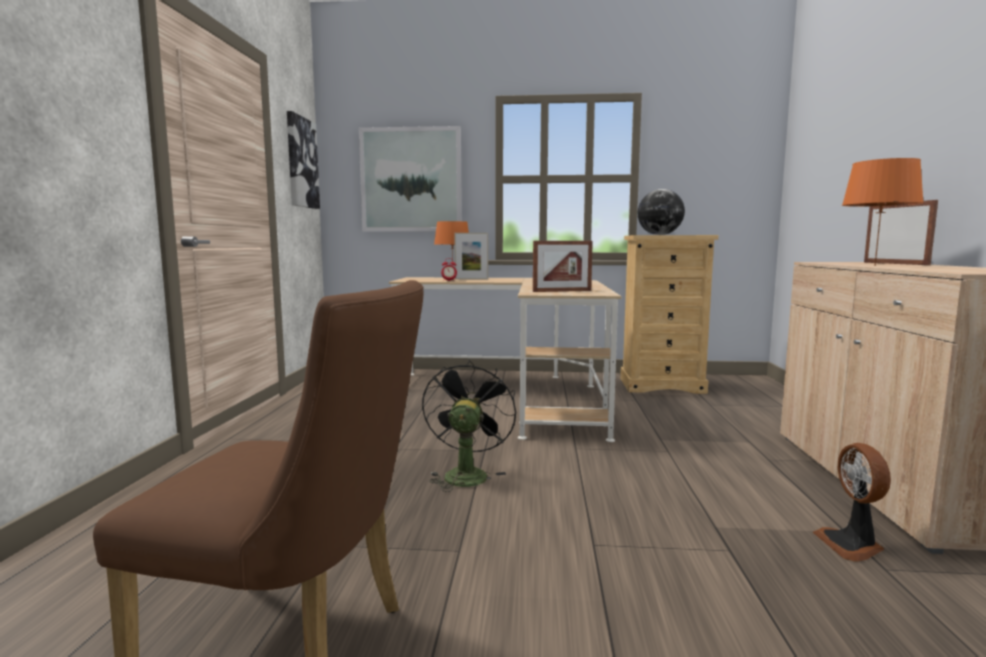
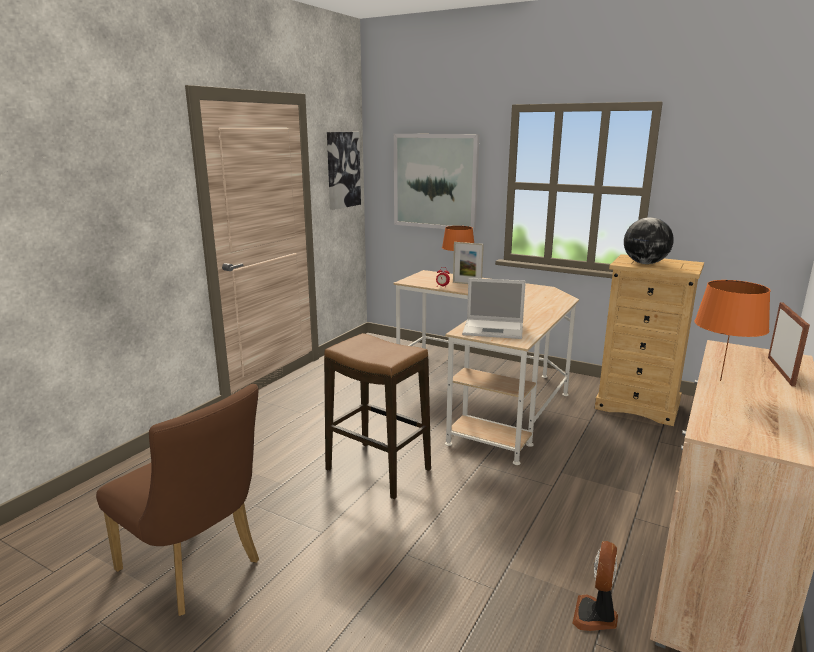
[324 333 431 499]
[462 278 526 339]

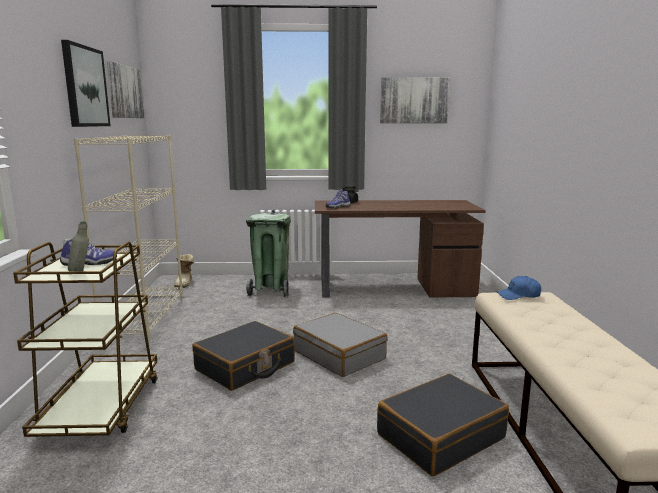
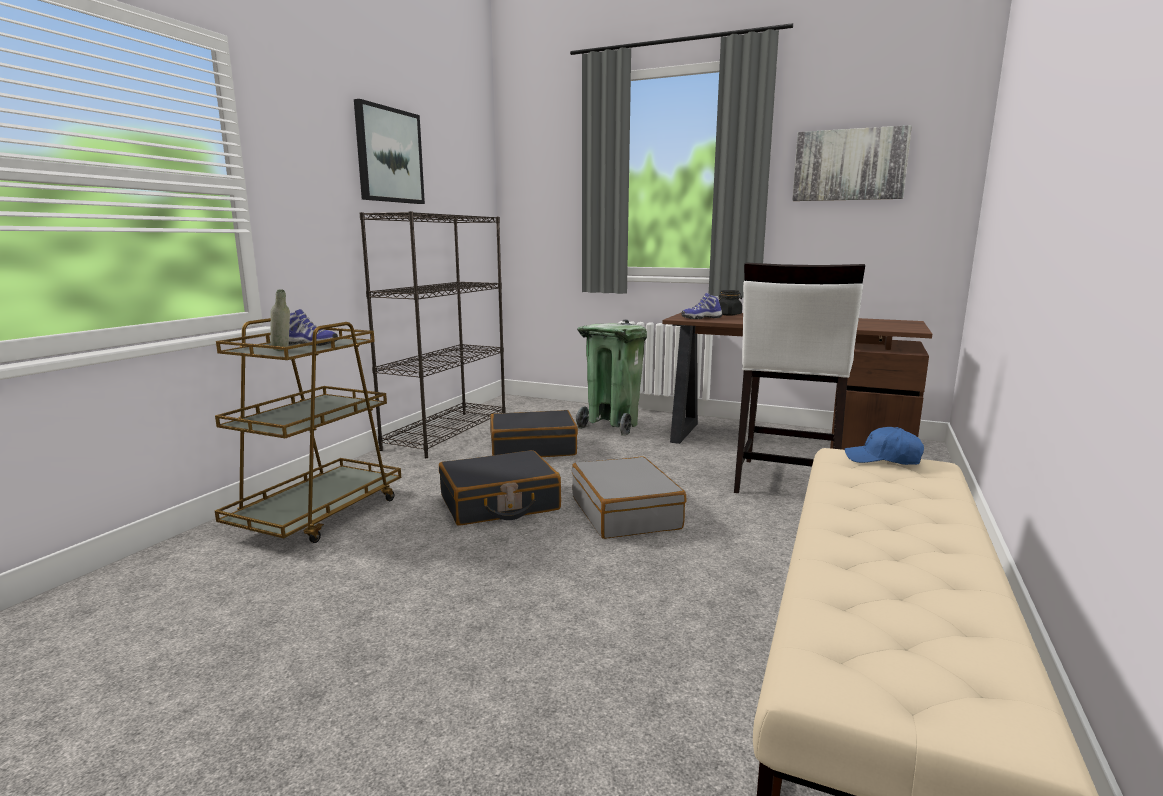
[360 211 506 458]
[490 410 578 457]
[734 262 865 493]
[107 61 145 118] (first image)
[174 254 194 289] (first image)

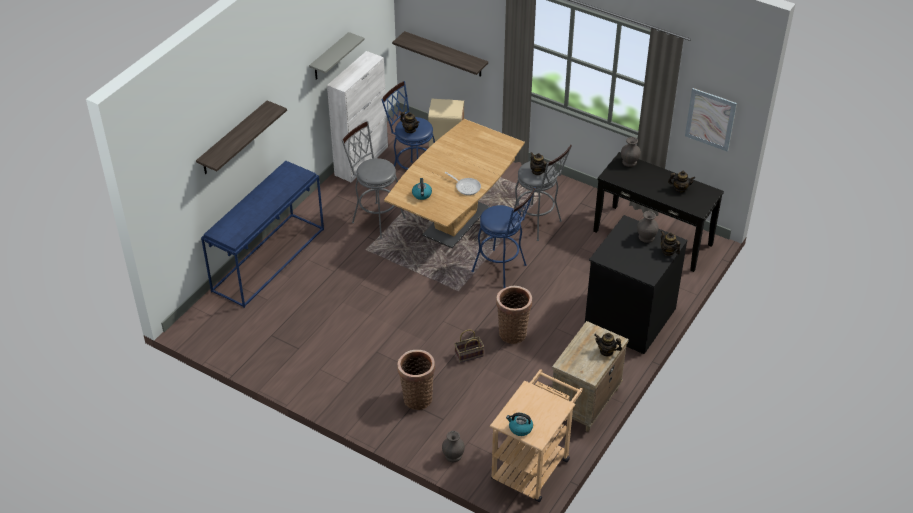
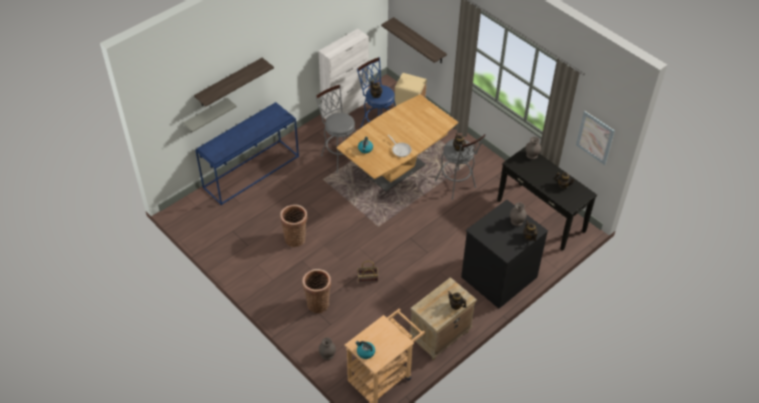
[183 98 237 133]
[280 205 307 247]
[471 187 536 288] (first image)

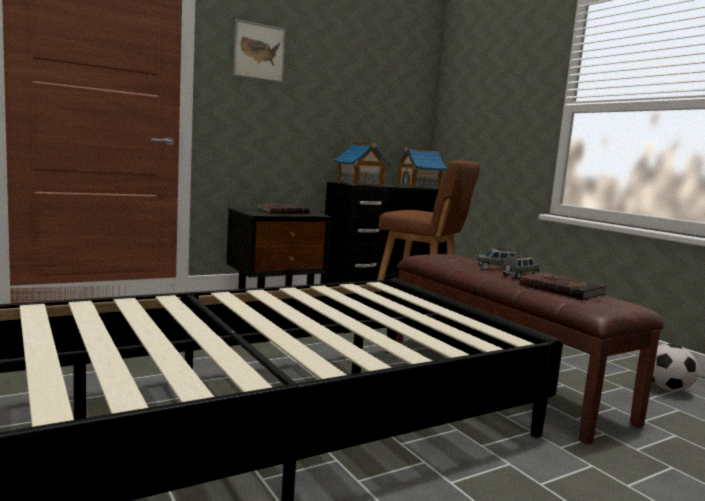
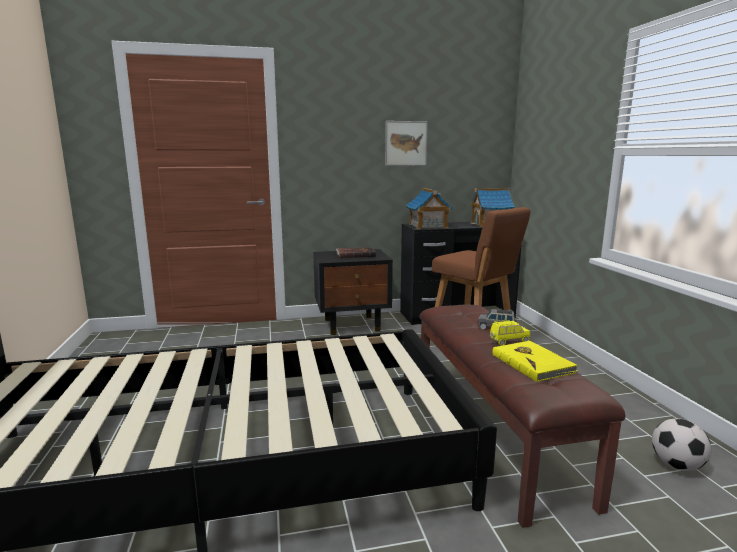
[385 121 428 166]
[490 320 530 346]
[493 341 578 382]

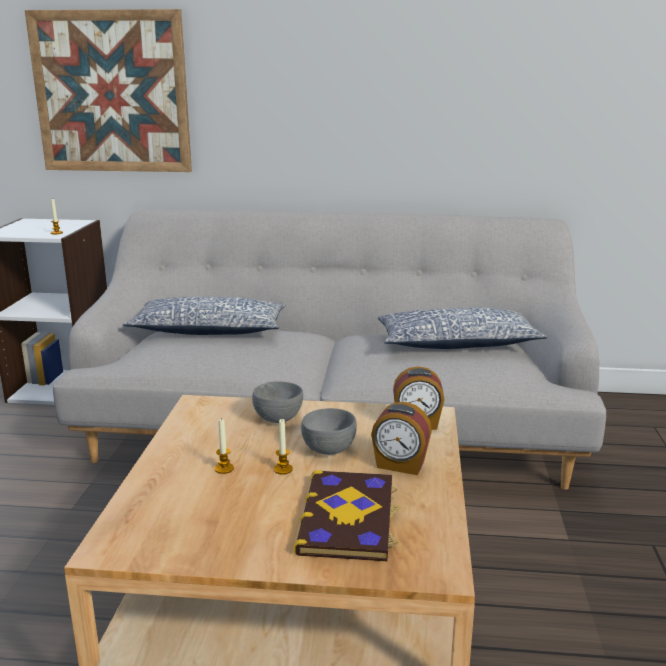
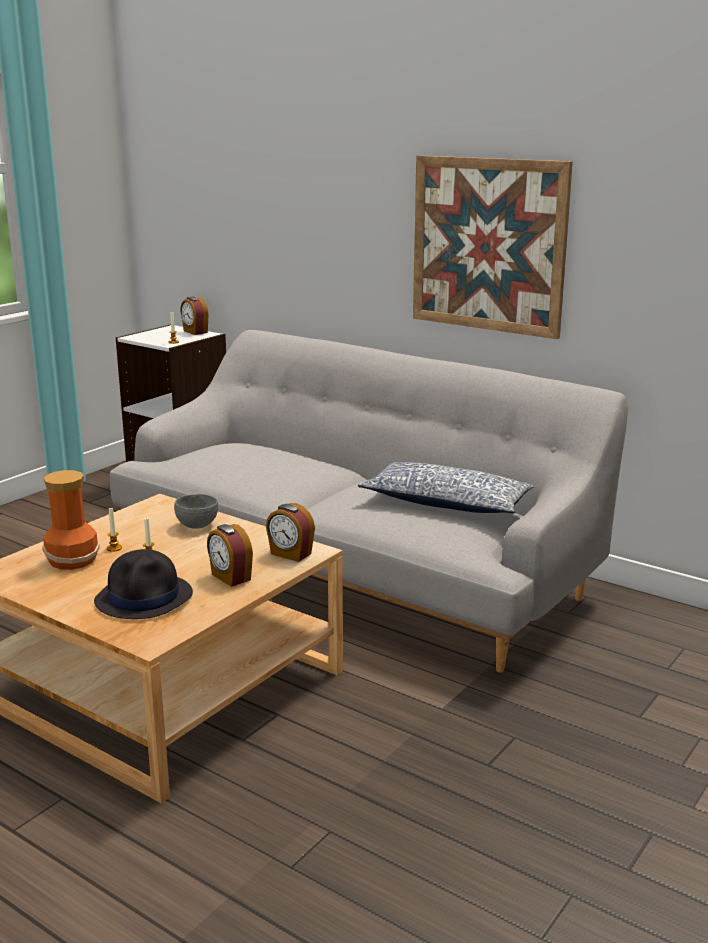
[42 470 100 570]
[94 549 193 619]
[180 297 209 335]
[413 155 573 339]
[123 297 285 335] (first image)
[301 408 357 455] (first image)

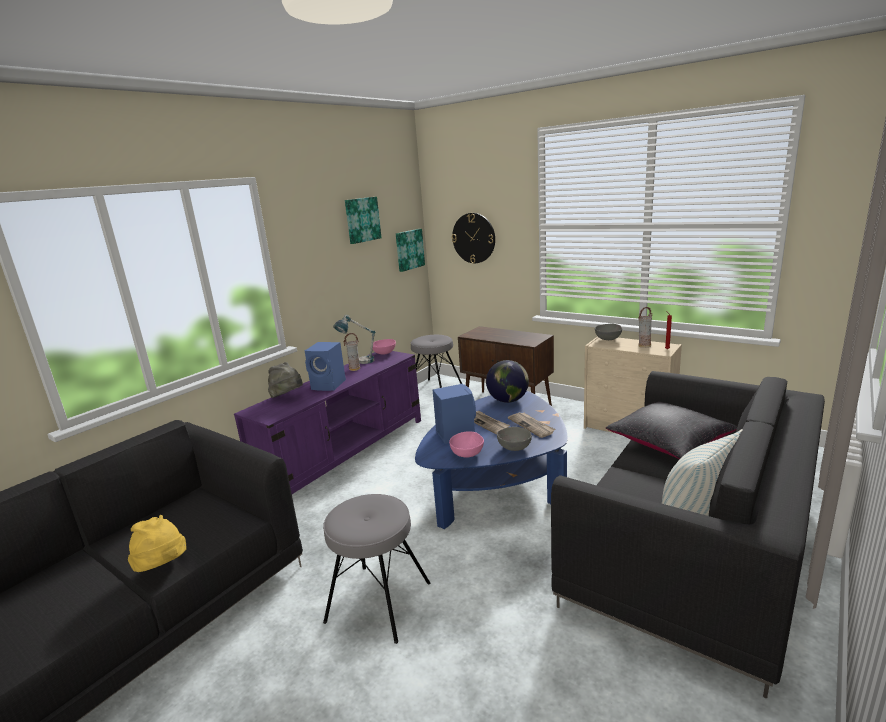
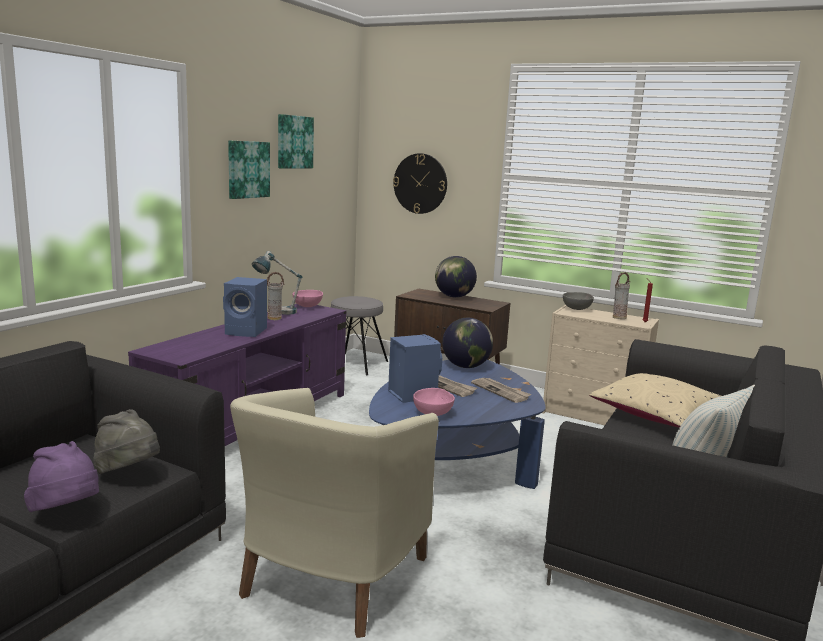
[24 441 99 512]
[93 409 160 474]
[228 141 270 199]
[230 388 439 638]
[435 256 477 298]
[589 373 721 428]
[497 427 532 451] (first image)

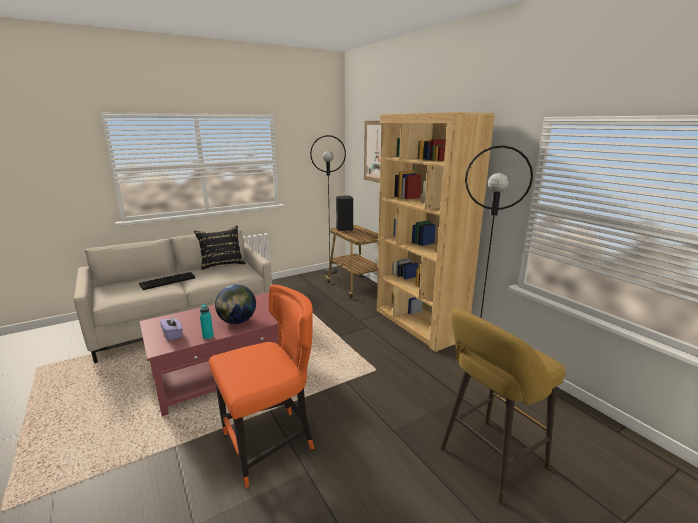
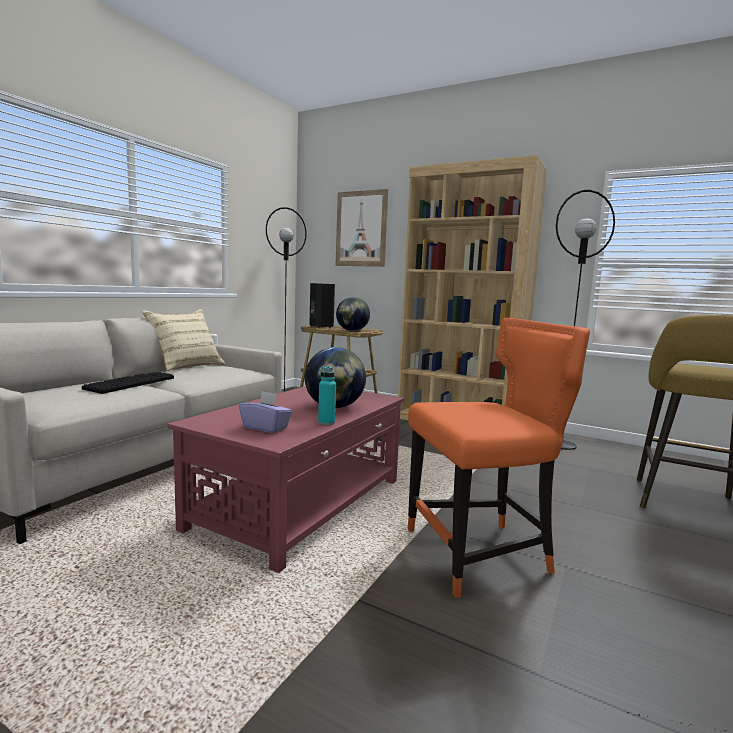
[142 309 226 371]
[336 297 370 331]
[408 318 590 598]

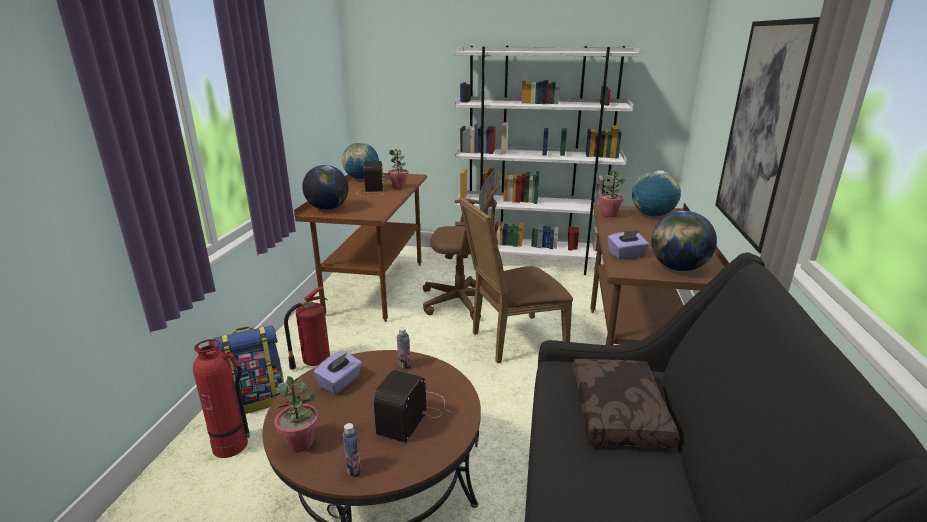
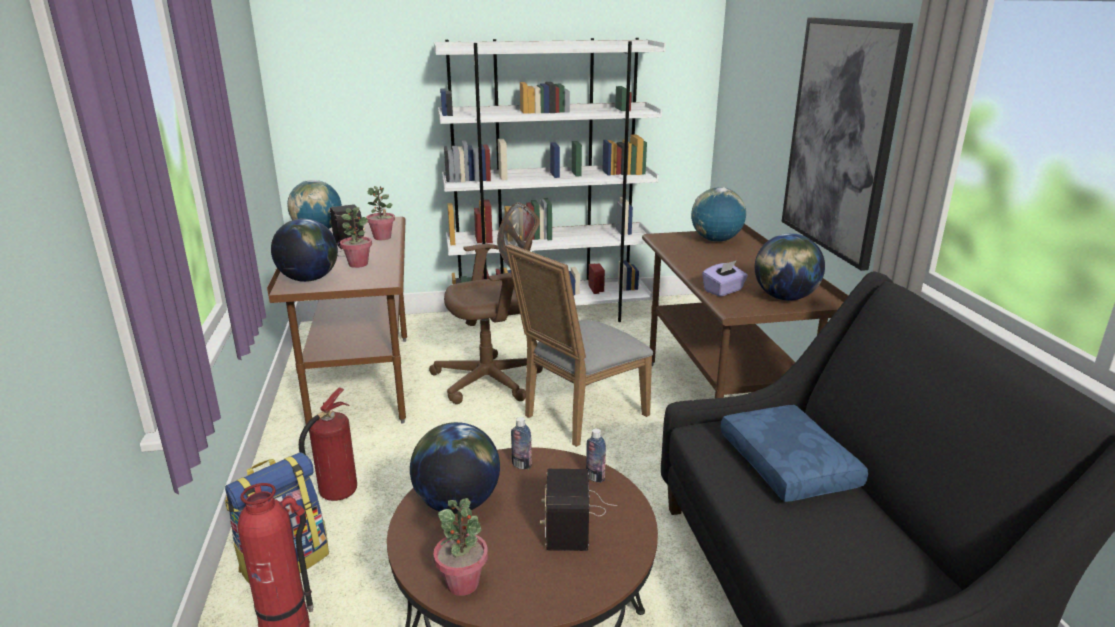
[340 207 372 268]
[410 422 500 514]
[505 244 653 447]
[586 429 606 483]
[721 405 868 502]

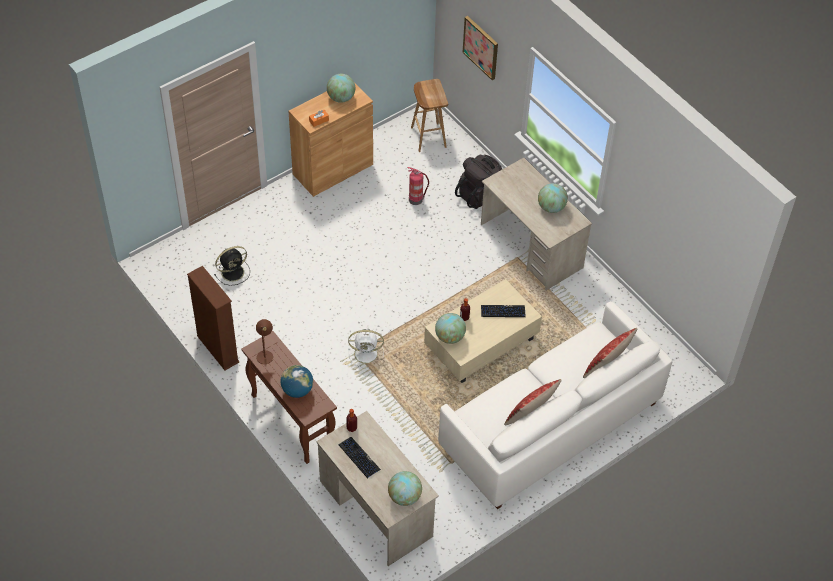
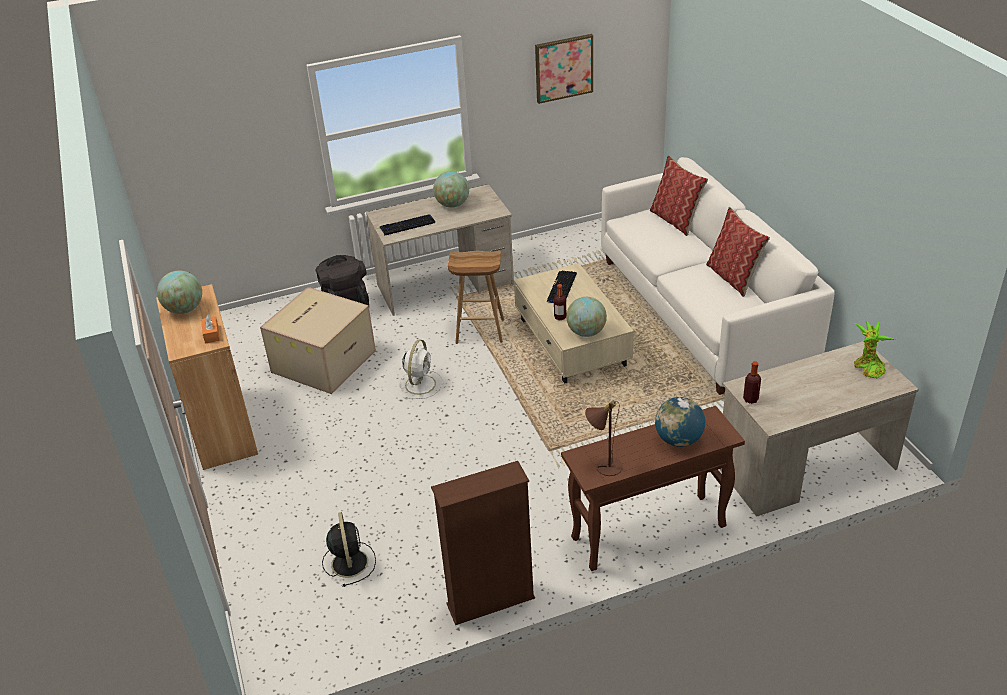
[260 287 376 394]
[380 214 435 236]
[399 339 443 399]
[448 250 504 344]
[535 34 593 104]
[854 321 895 379]

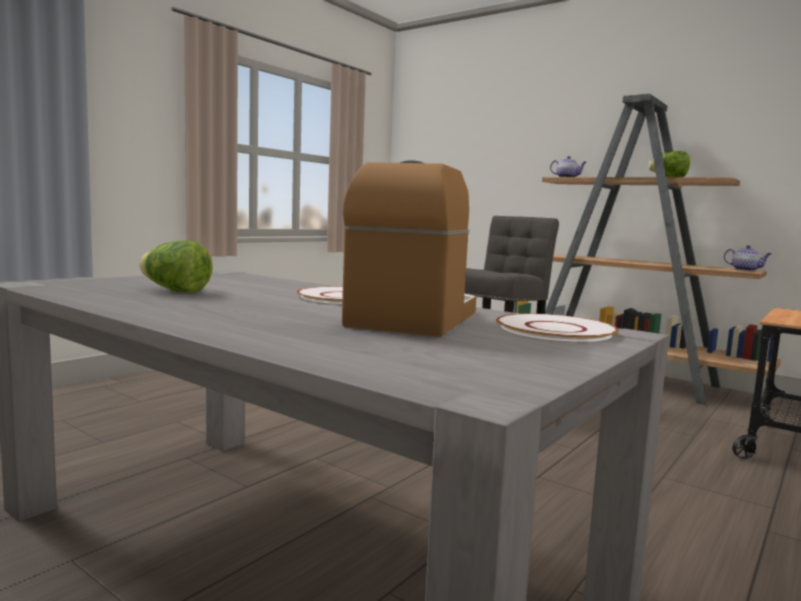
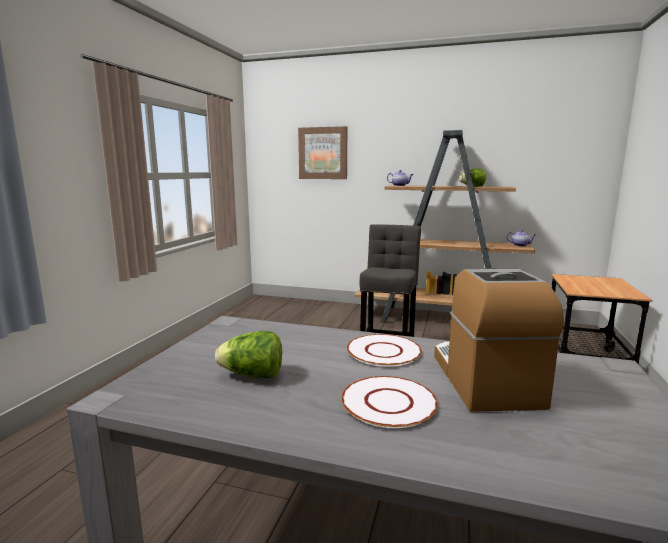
[298 126 347 179]
[341 376 438 428]

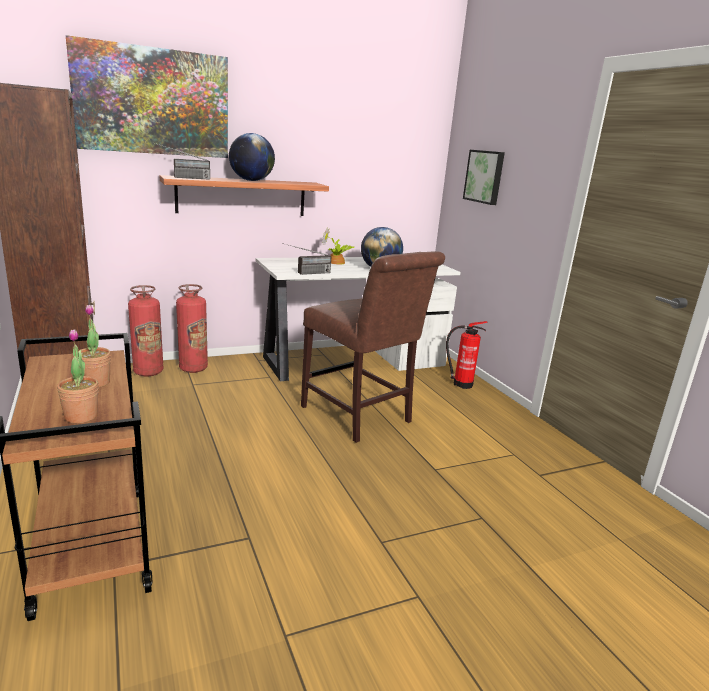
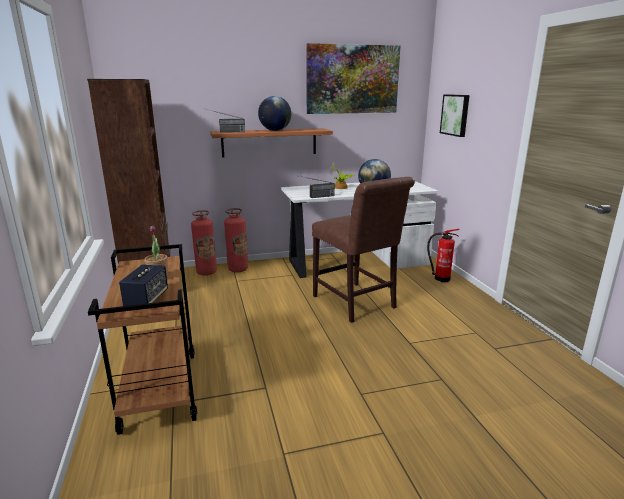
[119 265 168 306]
[306 43 400 114]

